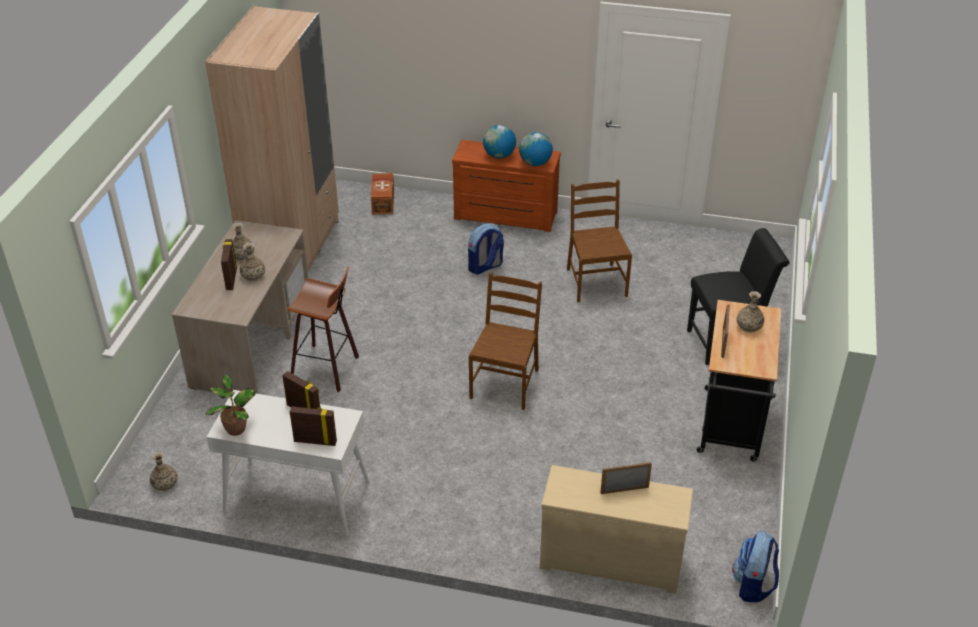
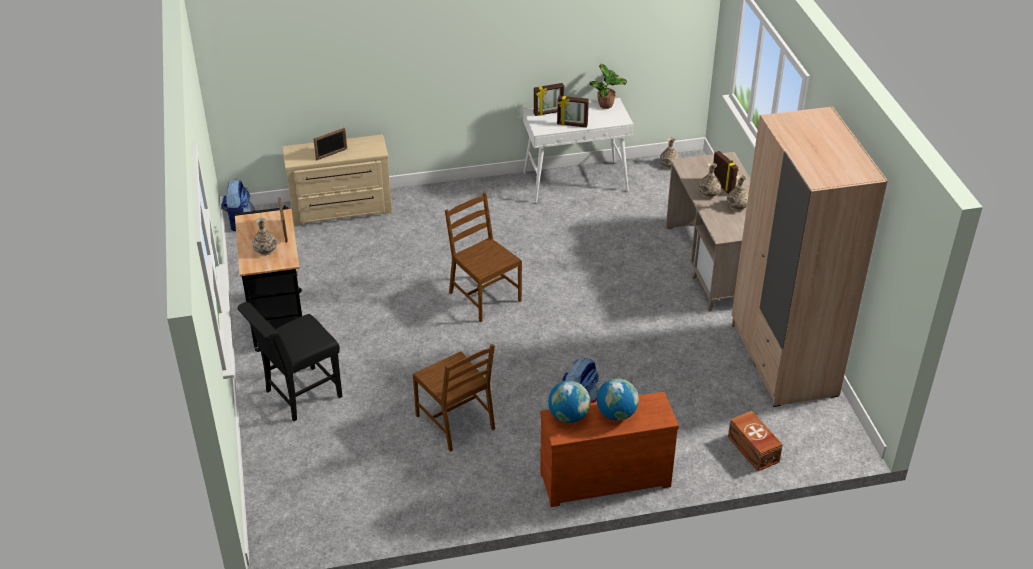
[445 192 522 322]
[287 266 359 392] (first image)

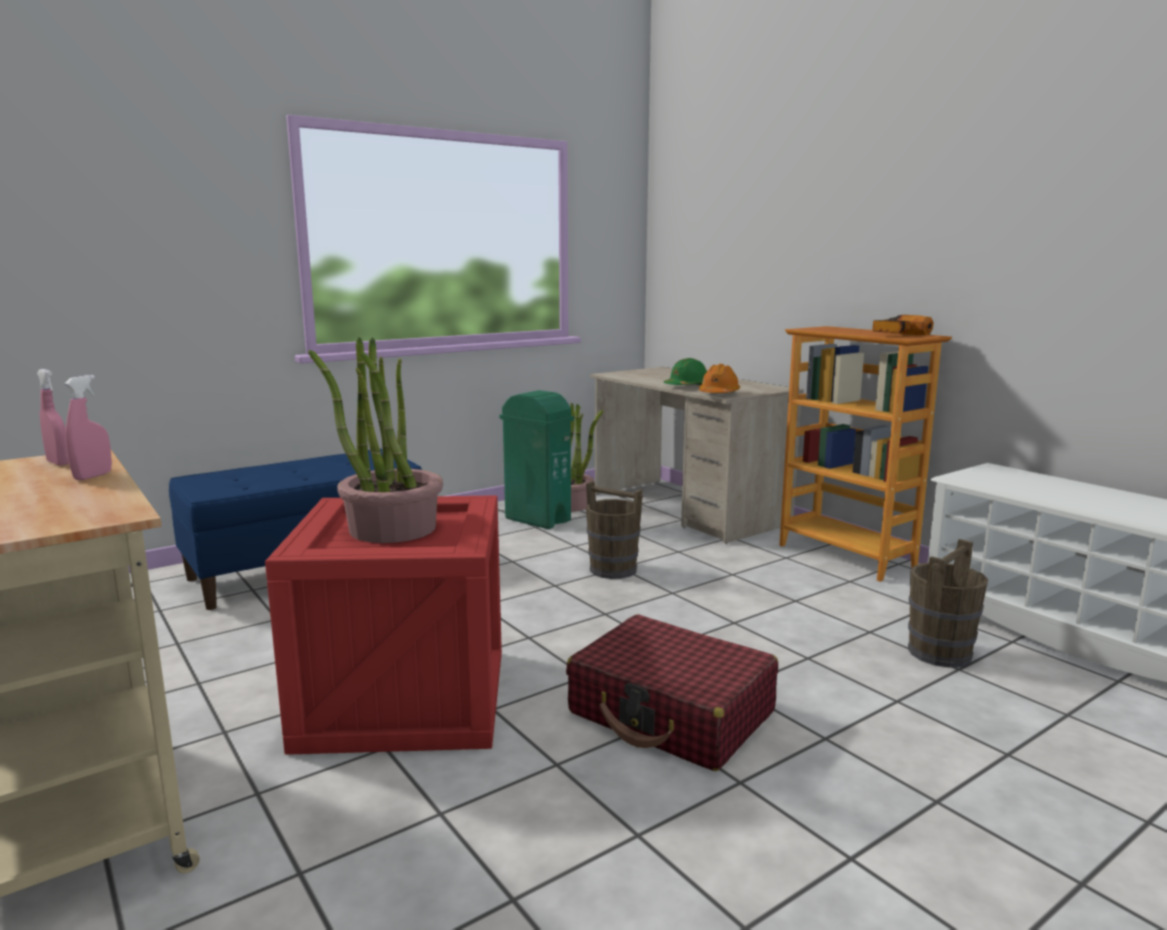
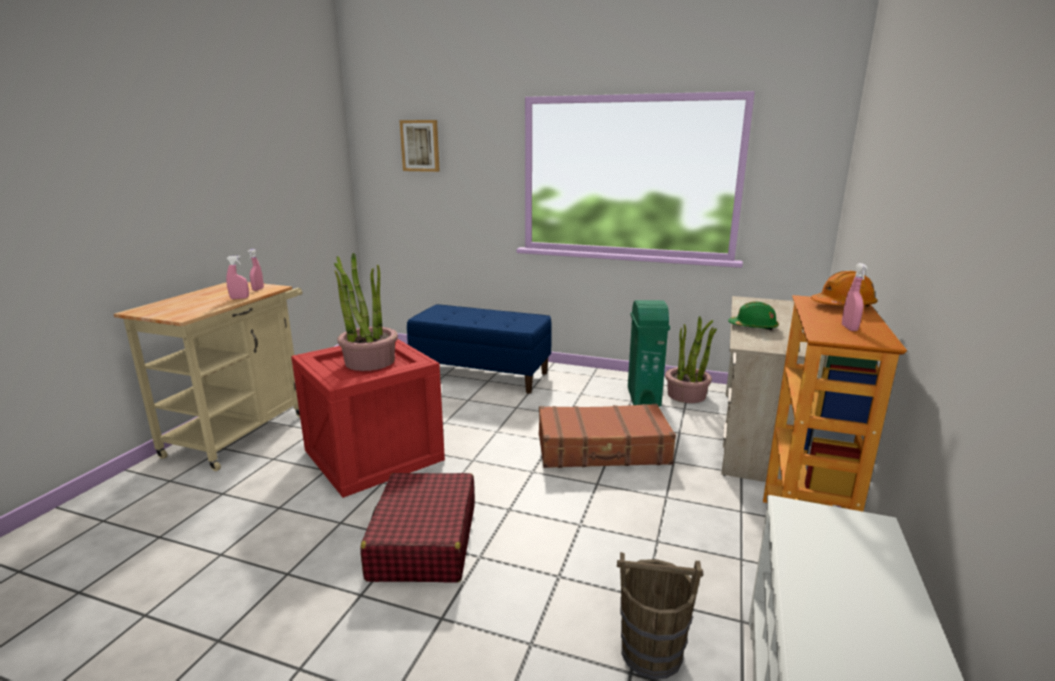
[400 120 440 172]
[539 404 676 468]
[811 271 878 307]
[842 263 868 331]

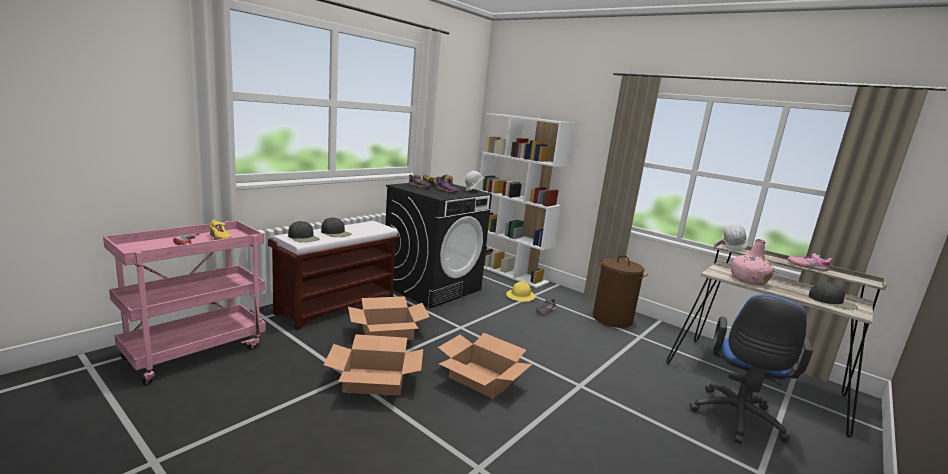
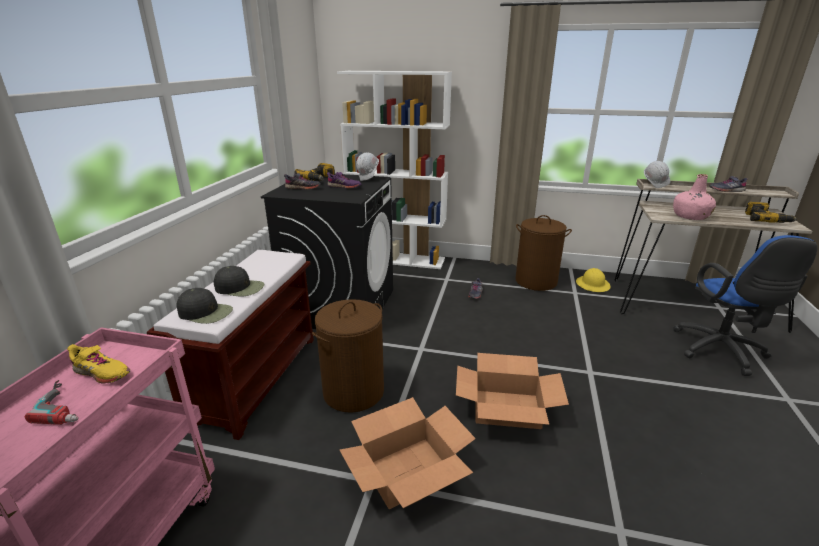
[312 299 384 413]
[576 268 611 292]
[709 176 747 192]
[745 202 797 223]

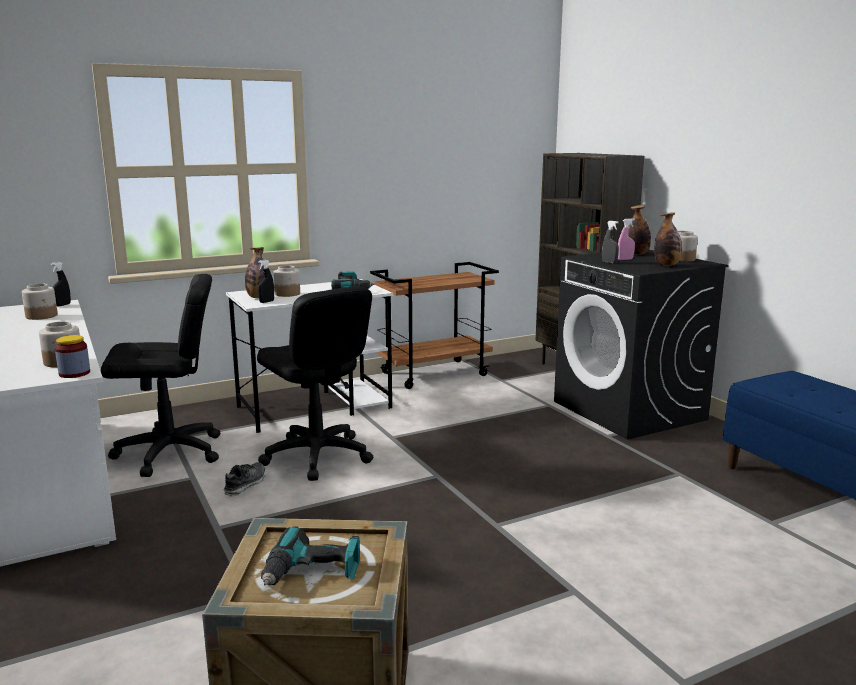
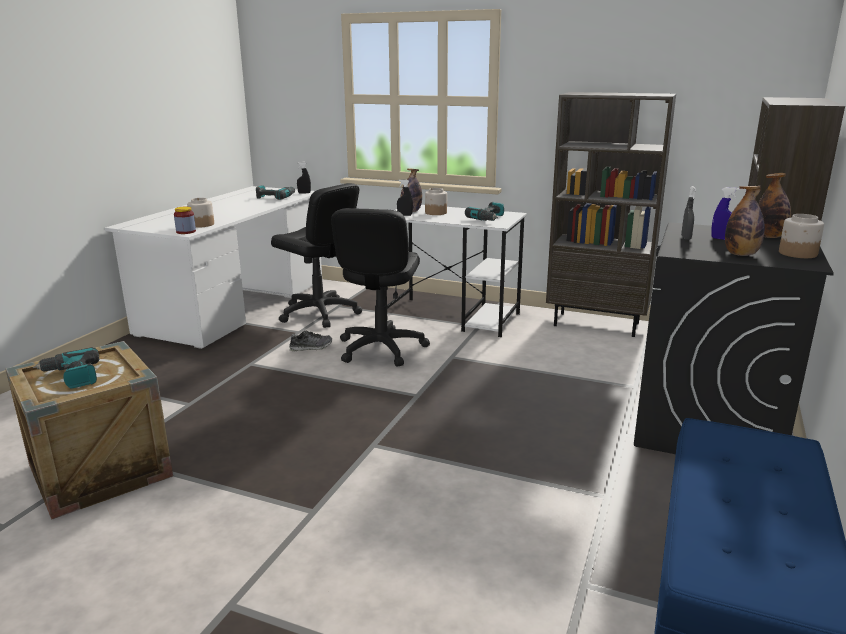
[256 185 295 200]
[546 92 676 337]
[711 187 739 240]

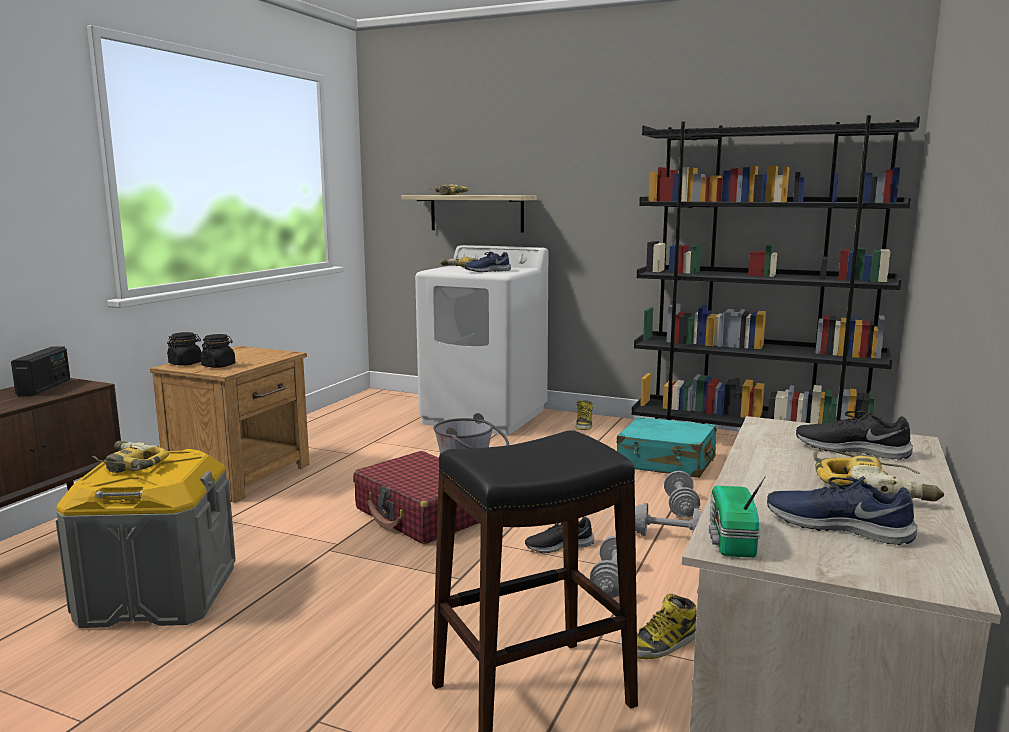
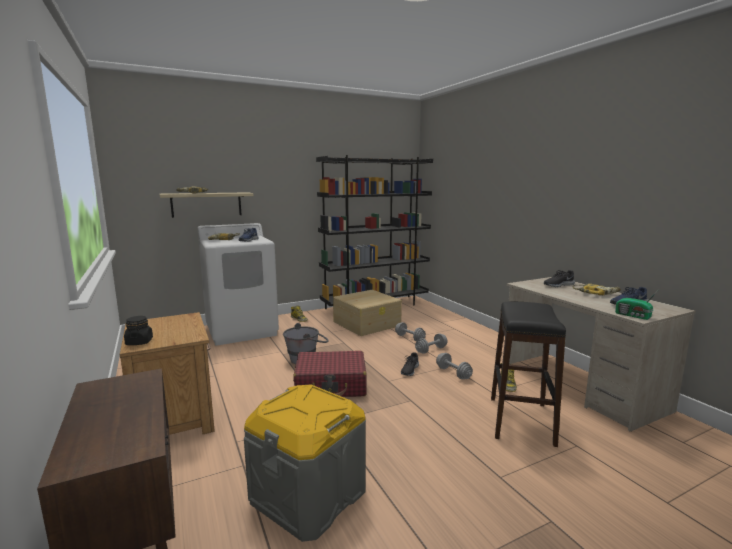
[333 290 402 336]
[11 347 70 396] (first image)
[92 441 169 473] (first image)
[201 334 235 368] (first image)

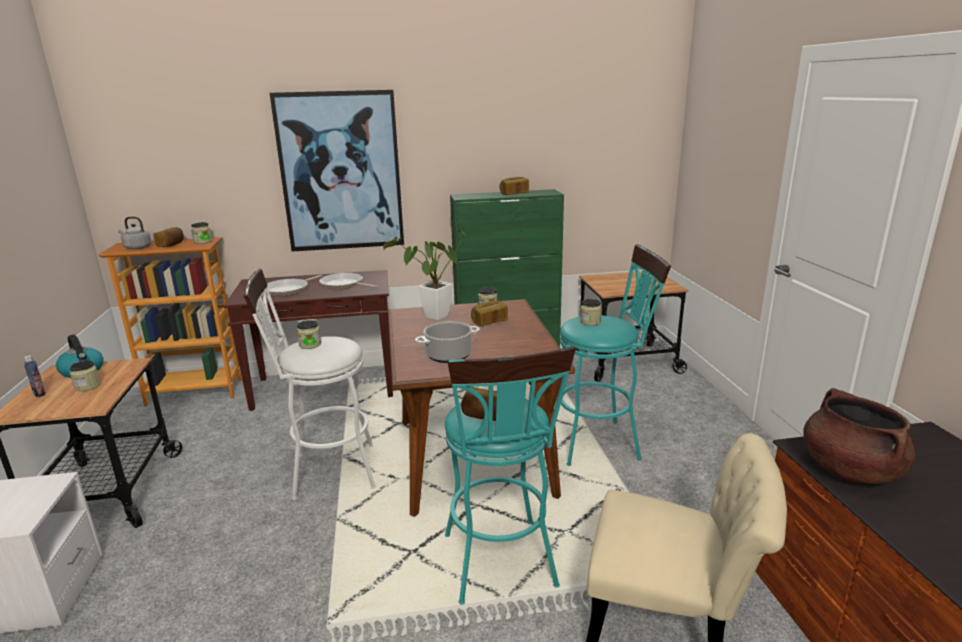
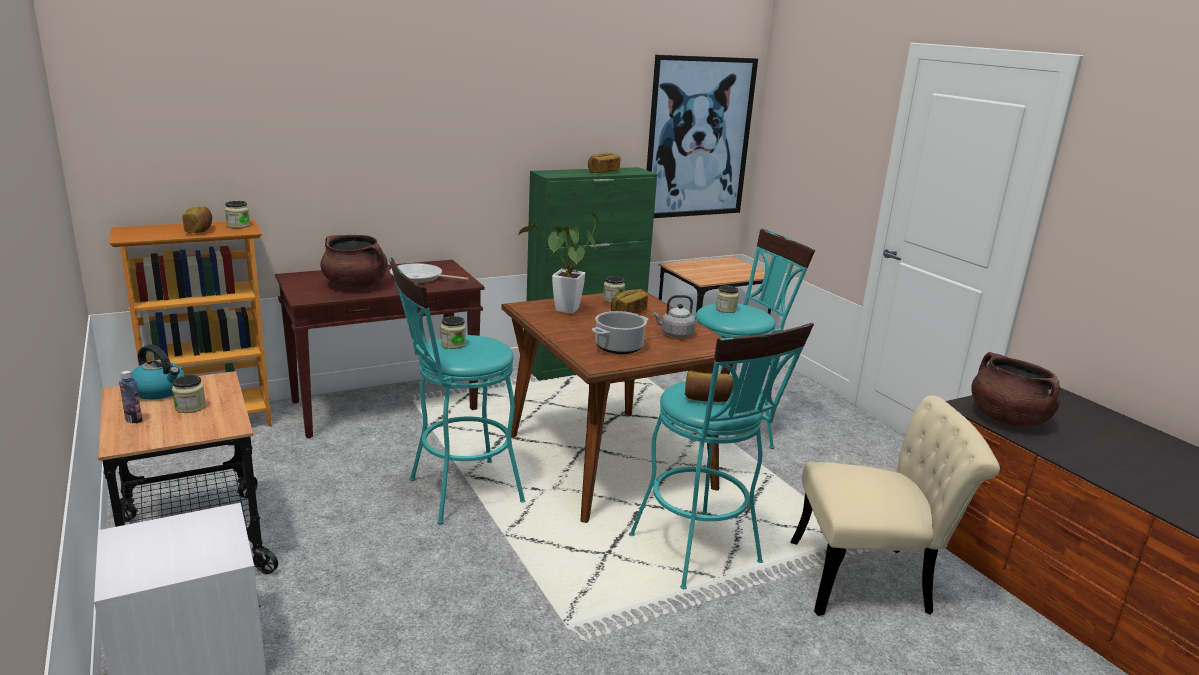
[320 235 388 288]
[389 257 525 524]
[647 55 758 218]
[653 295 696 338]

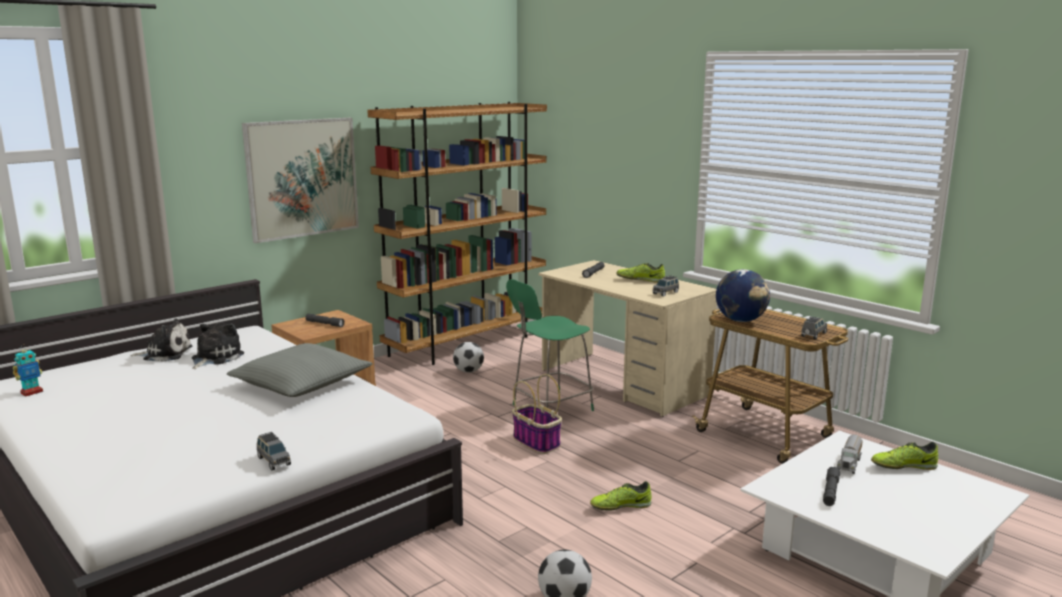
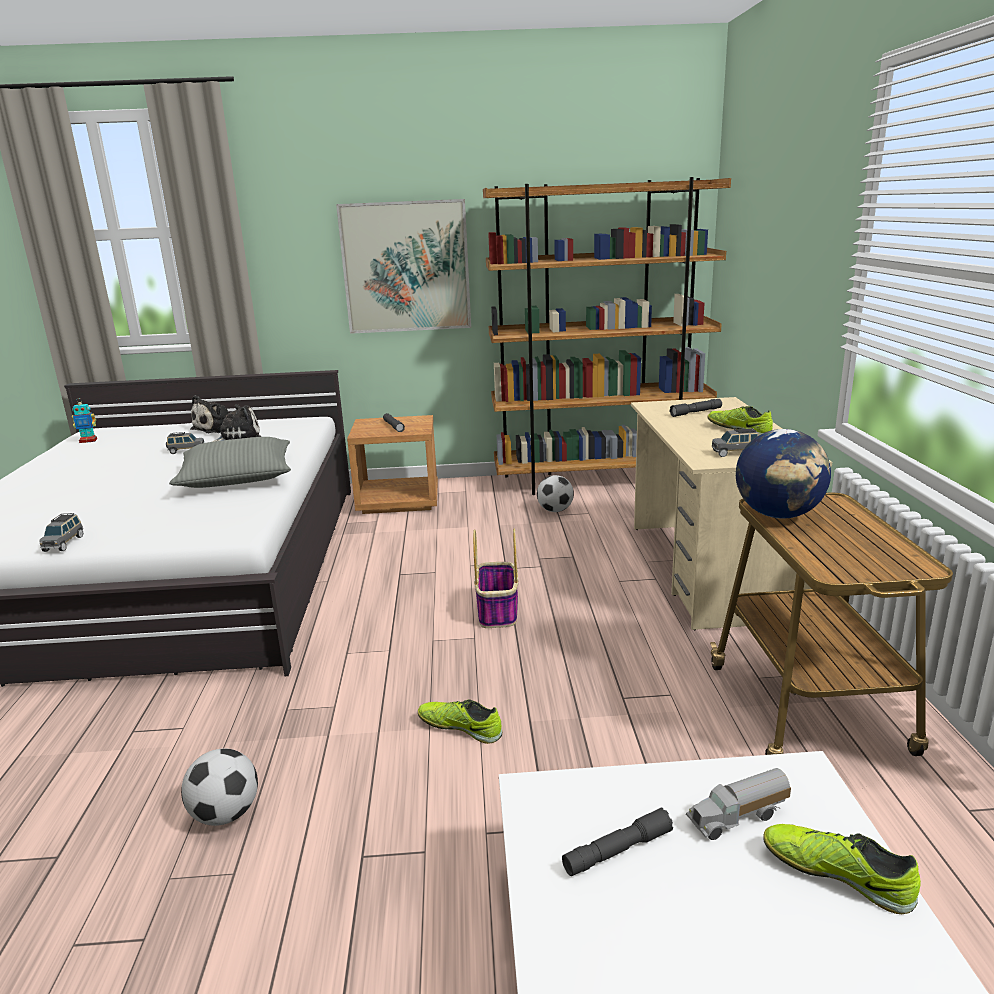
[166 432 204 454]
[190 395 229 433]
[506 279 594 411] (first image)

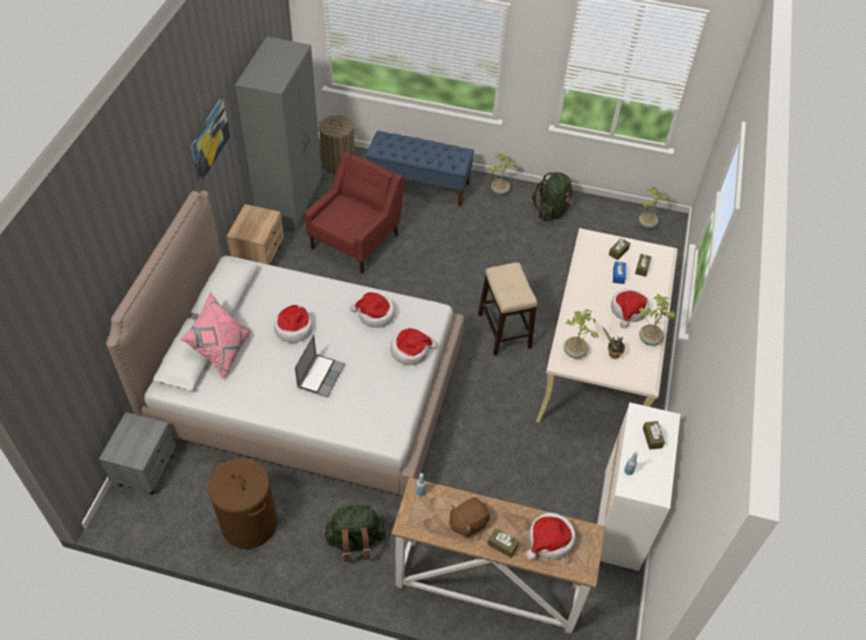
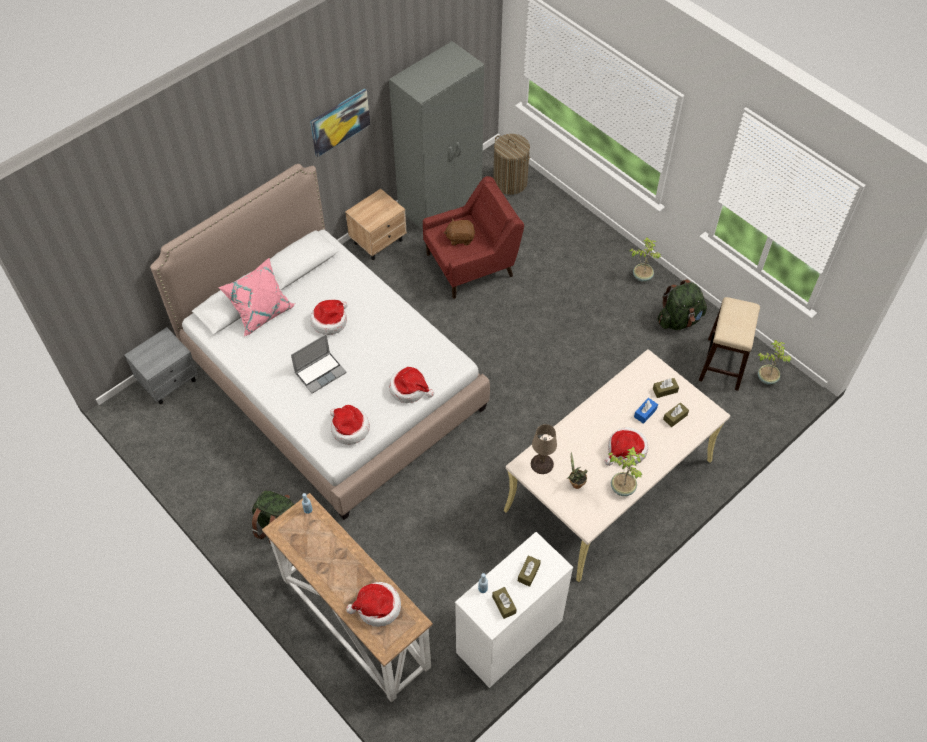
[330 405 370 445]
[444 218 475 245]
[492 587 517 619]
[531 424 557 474]
[699 297 760 391]
[208 458 277 549] (first image)
[366 131 474 207] (first image)

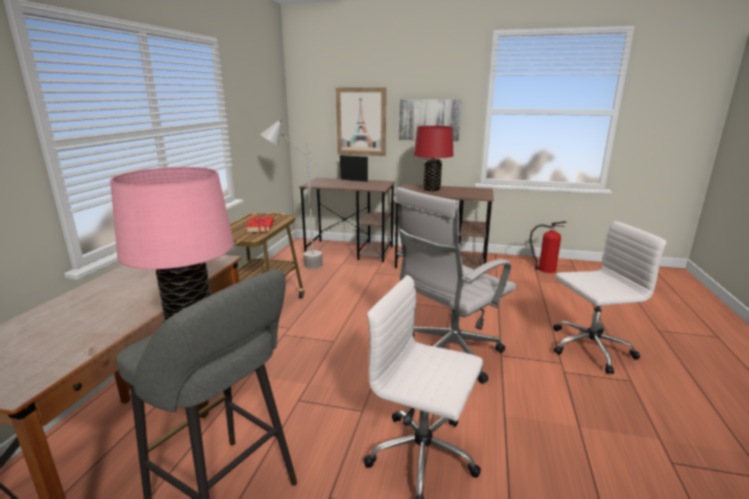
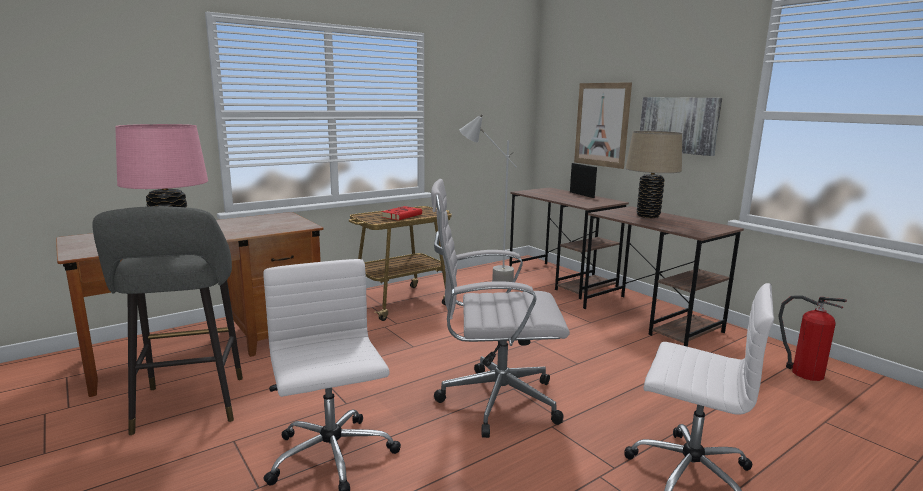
[626 131 682 218]

